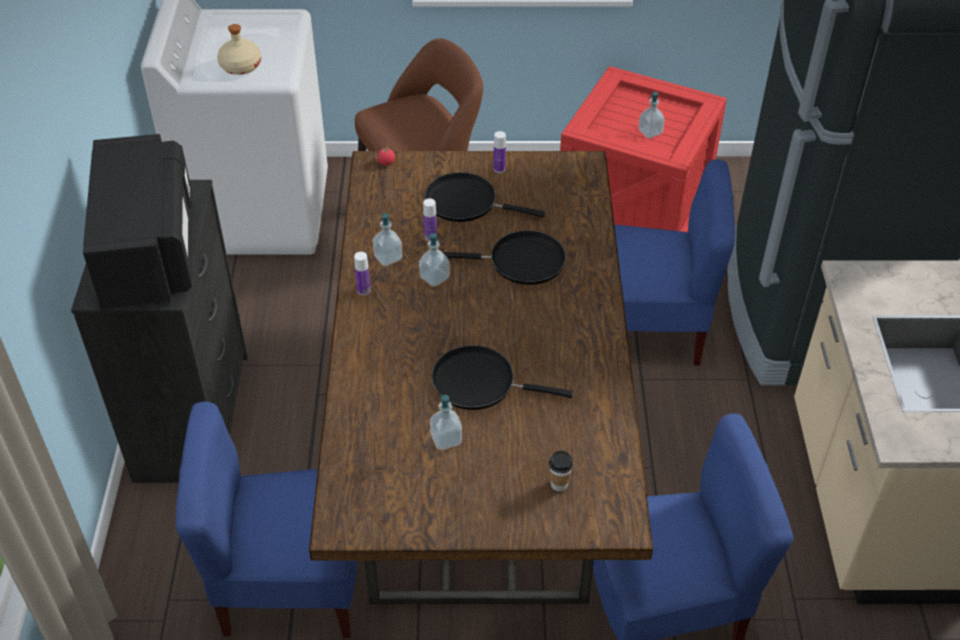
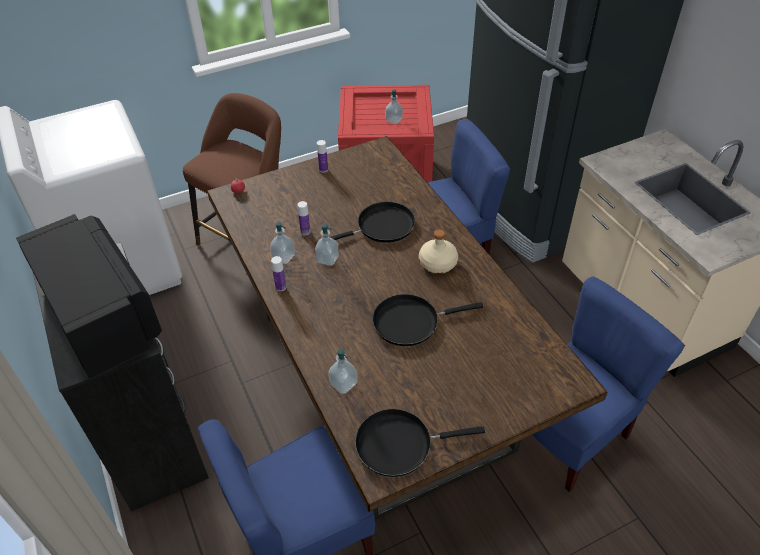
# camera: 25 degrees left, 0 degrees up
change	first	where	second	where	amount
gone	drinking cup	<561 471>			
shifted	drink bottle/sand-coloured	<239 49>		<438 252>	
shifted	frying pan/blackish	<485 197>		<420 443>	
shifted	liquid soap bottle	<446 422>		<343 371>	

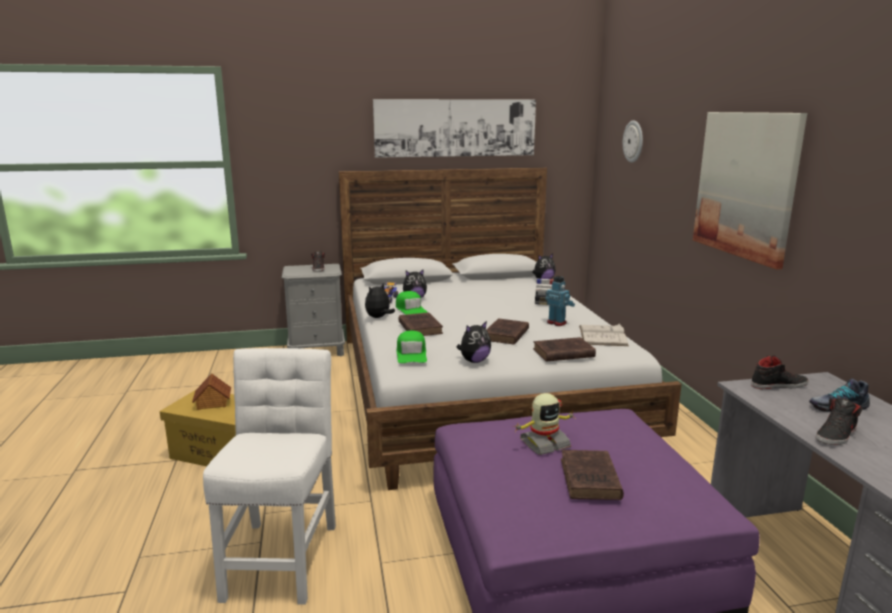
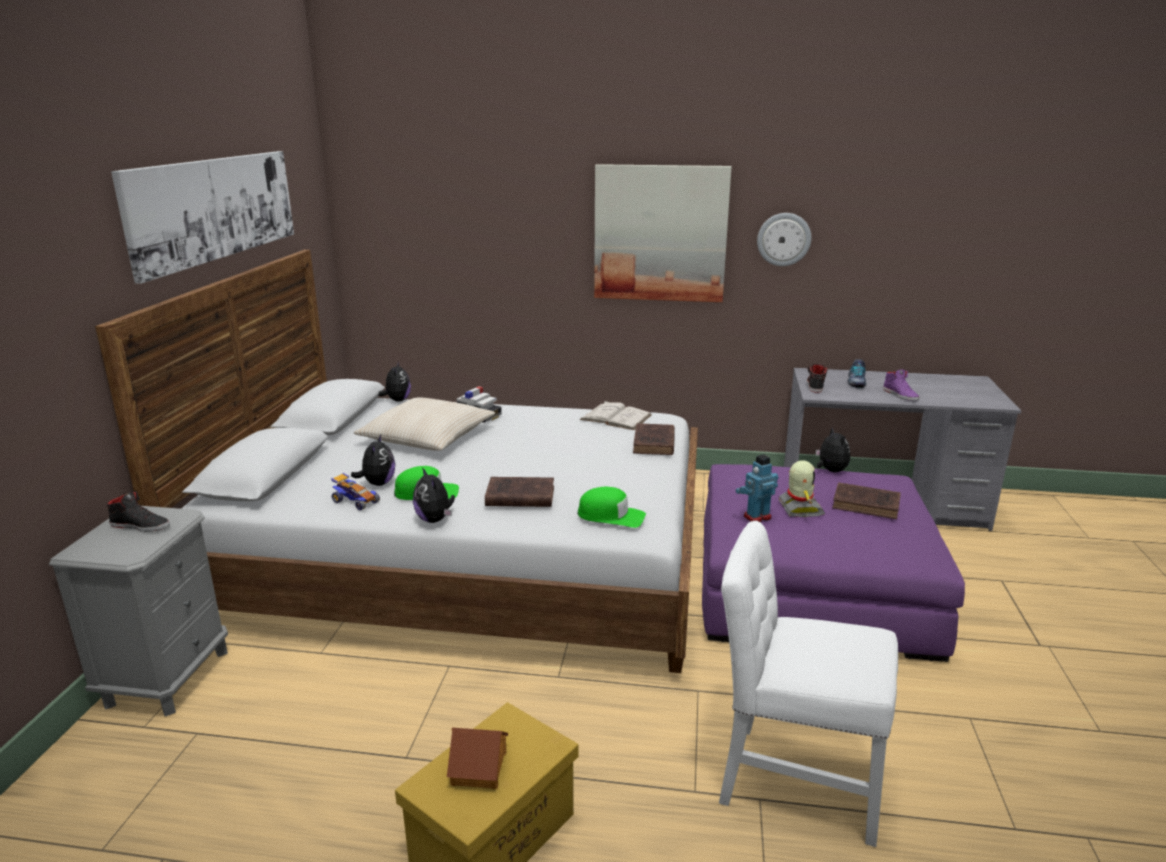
# camera: 70 degrees left, 5 degrees up
change	first	where	second	where	amount
gone	bound book/brown-coloured	<507 331>			
new			pillow/sand-coloured	<424 424>	
shifted	soft toy	<473 342>		<832 449>	
shifted	robot figure	<560 301>		<757 488>	
shifted	hanging clock	<633 141>		<784 239>	
repainted	item of footwear/blackish	<839 421>	item of footwear/purplish	<901 385>	

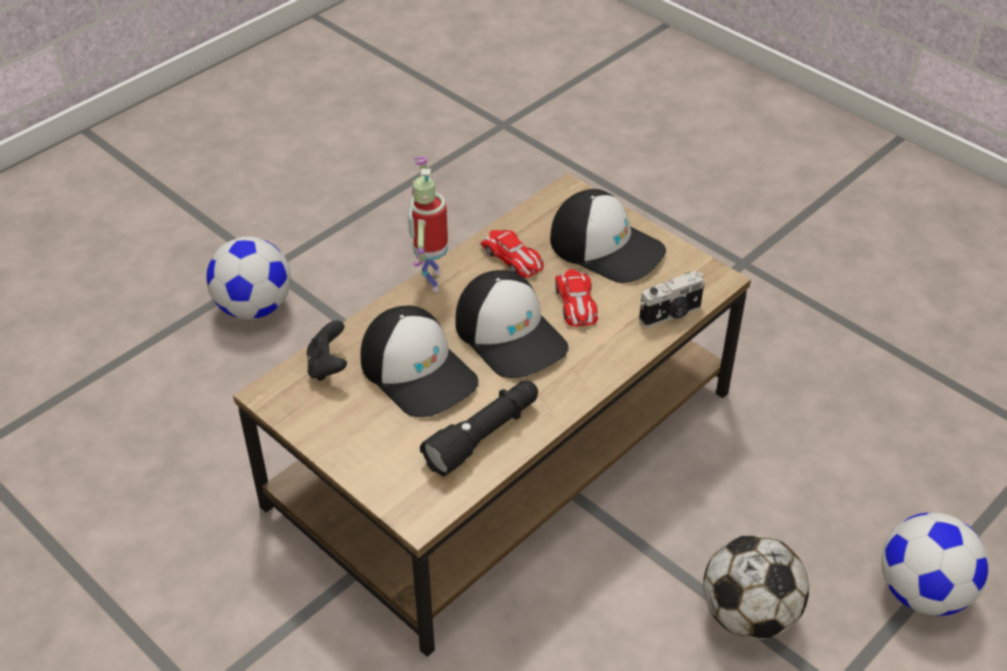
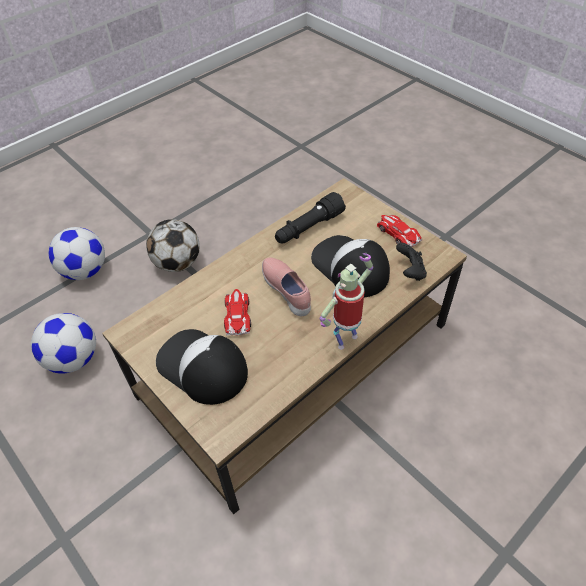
# camera: 175 degrees left, 5 degrees up
change	first	where	second	where	amount
gone	still camera	<672 299>			
shifted	ball for football	<248 278>		<63 343>	
shifted	model car	<512 253>		<399 230>	
swapped	baseball cap	<511 324>	item of footwear/pink	<286 286>	
rotated	robot figure	<428 224>		<346 301>	135 degrees counterclockwise

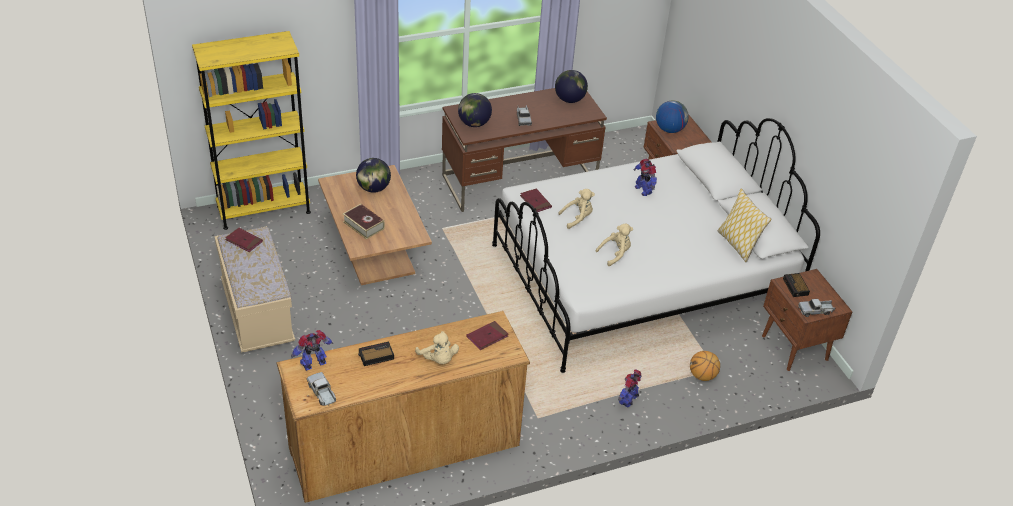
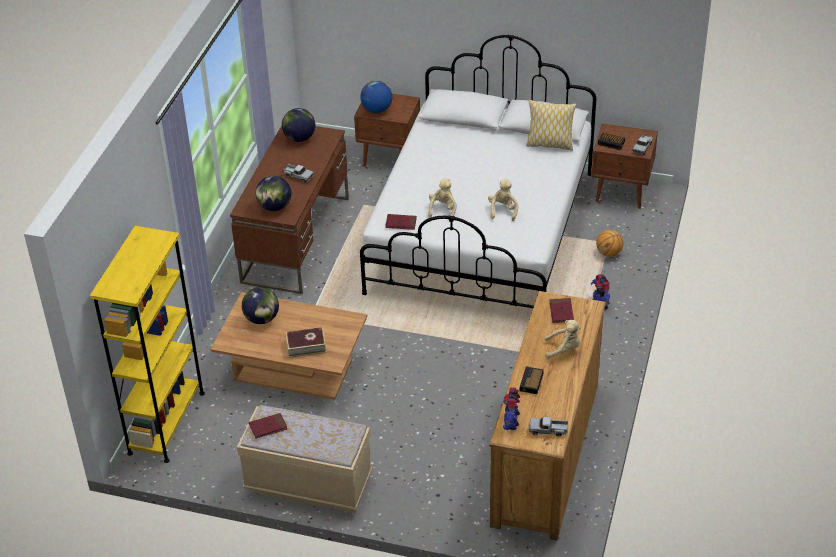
# camera: 50 degrees left, 0 degrees up
change	first	where	second	where	amount
gone	robot figure	<645 177>			

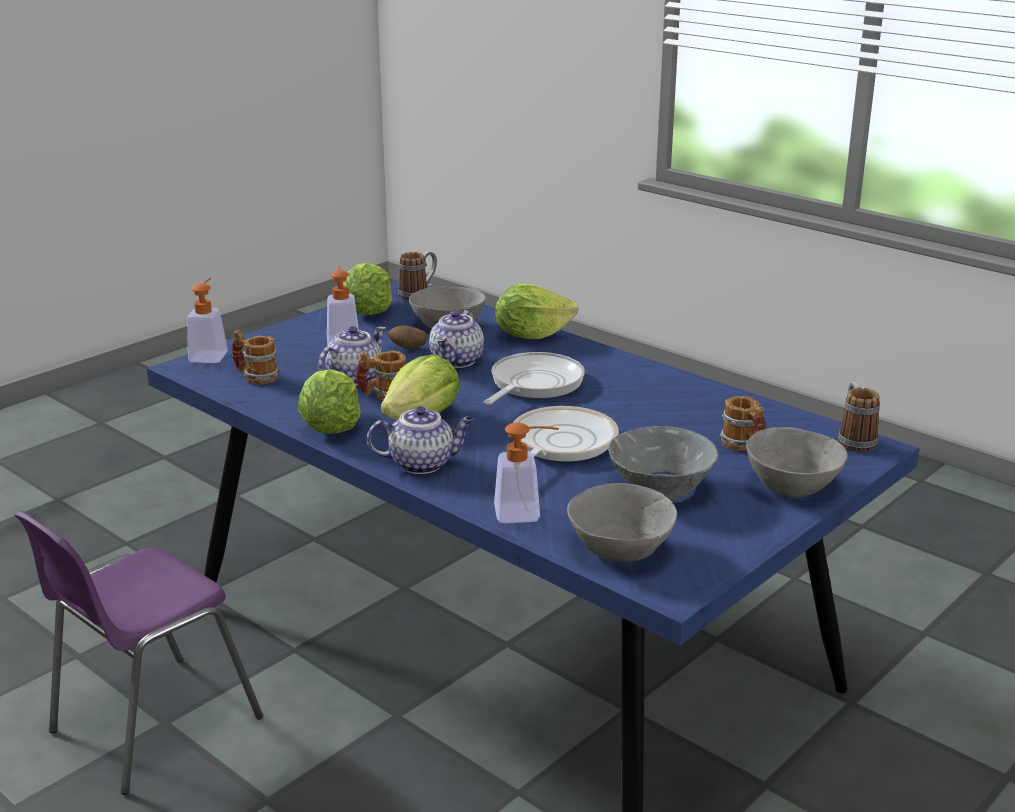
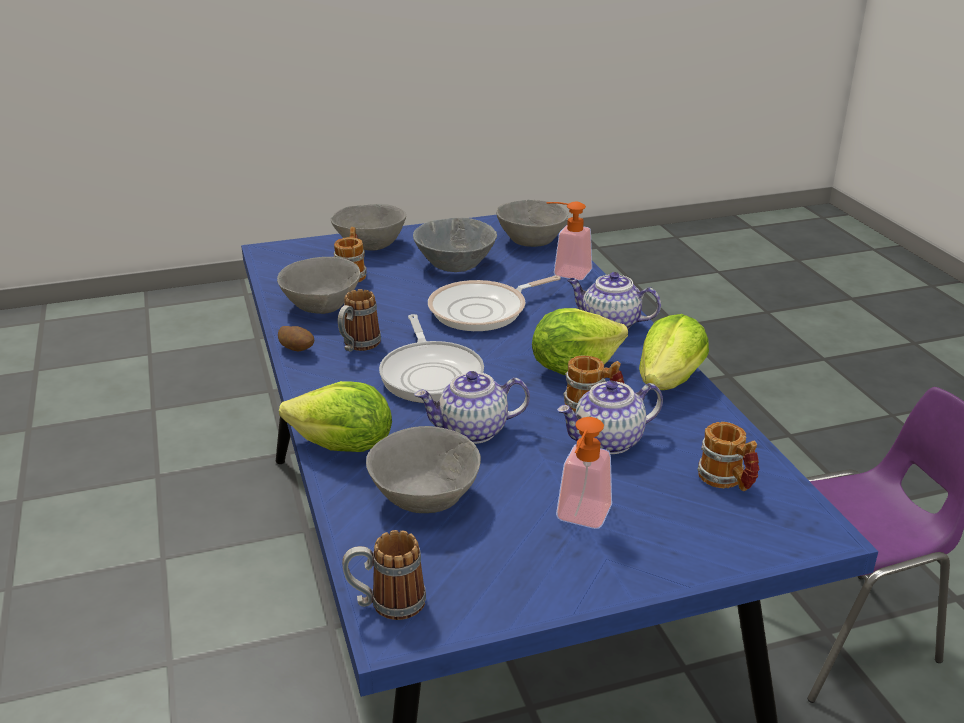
# camera: 150 degrees left, 5 degrees up
change	first	where	second	where	amount
gone	liquid soap bottle	<207 320>			
gone	lettuce	<368 289>			
new			serving bowl/grey	<318 285>	
shifted	whole potato	<408 337>		<296 339>	
shifted	coffee mug	<859 417>		<359 320>	
rotated	pot for tea	<456 338>		<472 407>	150 degrees counterclockwise
rotated	frying pan	<534 378>		<431 358>	75 degrees counterclockwise

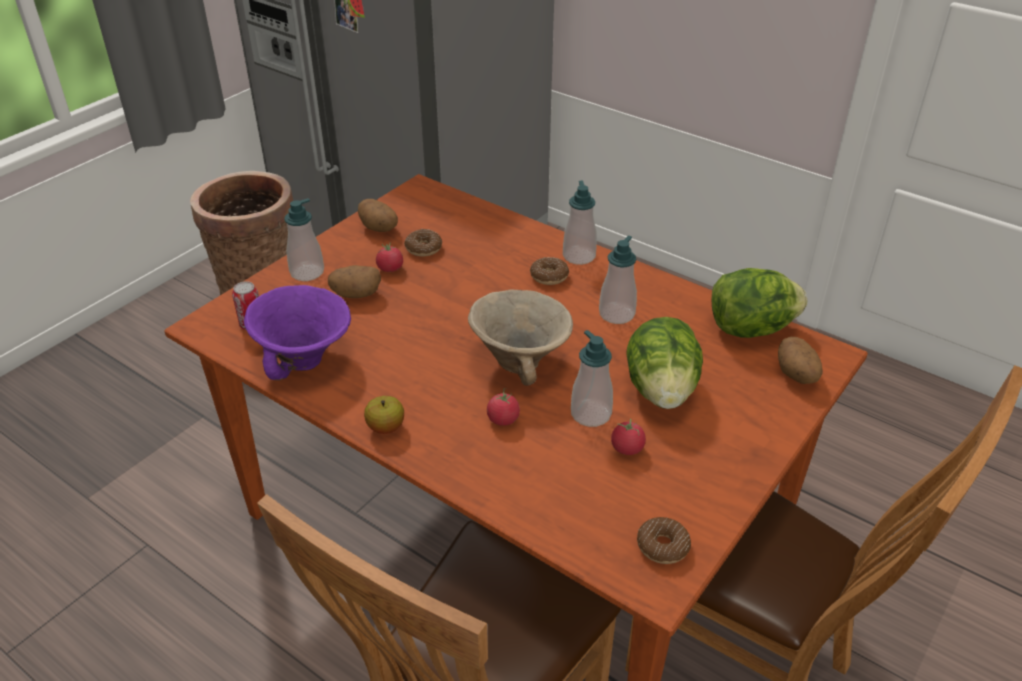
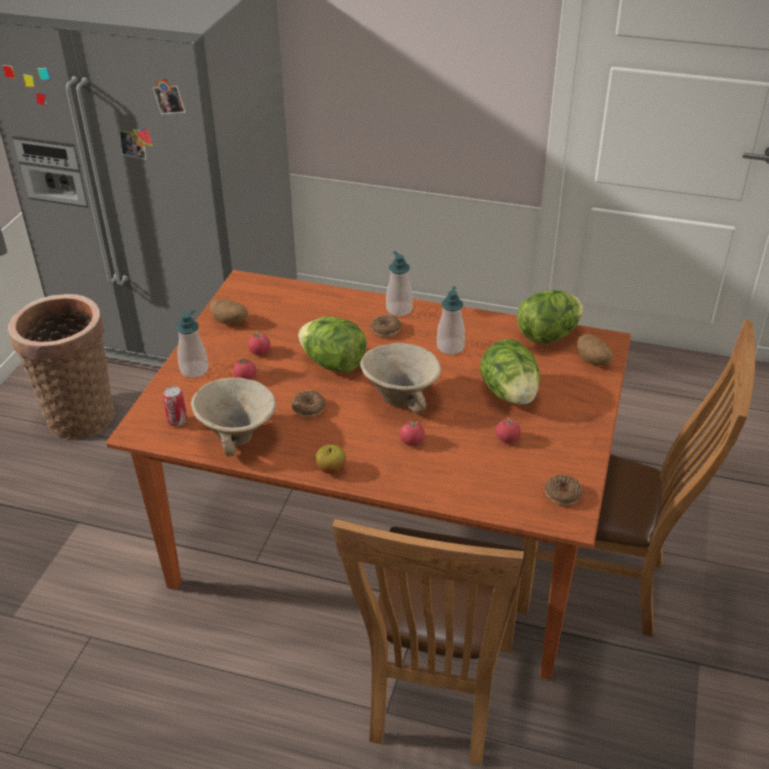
# camera: 20 degrees left, 0 degrees up
change	first	where	second	where	amount
gone	liquid soap bottle	<592 378>			
new			lettuce	<332 345>	
shifted	ring doughnut	<423 243>		<309 403>	
swapped	whole potato	<354 281>	tomato	<244 368>	
repainted	serving bowl/purplish	<297 333>	serving bowl/sand-coloured	<233 416>	

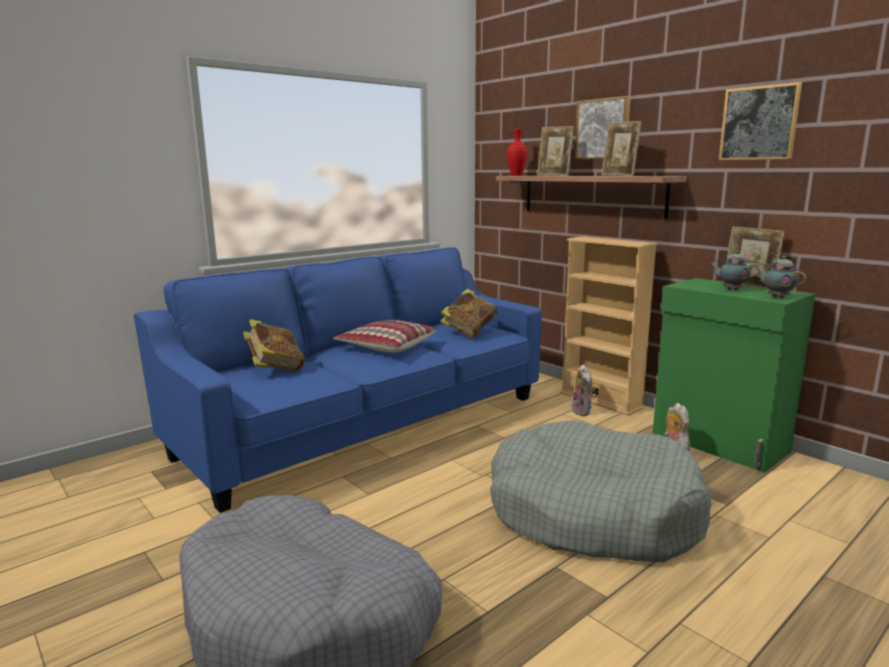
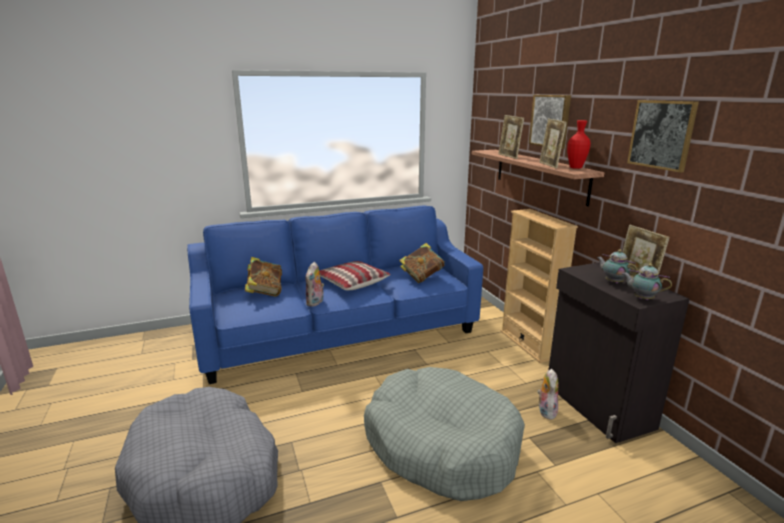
# camera: 20 degrees right, 5 degrees up
change	first	where	second	where	amount
shifted	decorative vase/red-coloured	<517 152>		<579 144>	
shifted	soft toy	<583 390>		<314 284>	
repainted	cabinet/green-coloured	<734 375>	cabinet/blackish	<619 352>	
rotated	pot for tea	<781 277>		<647 282>	45 degrees counterclockwise

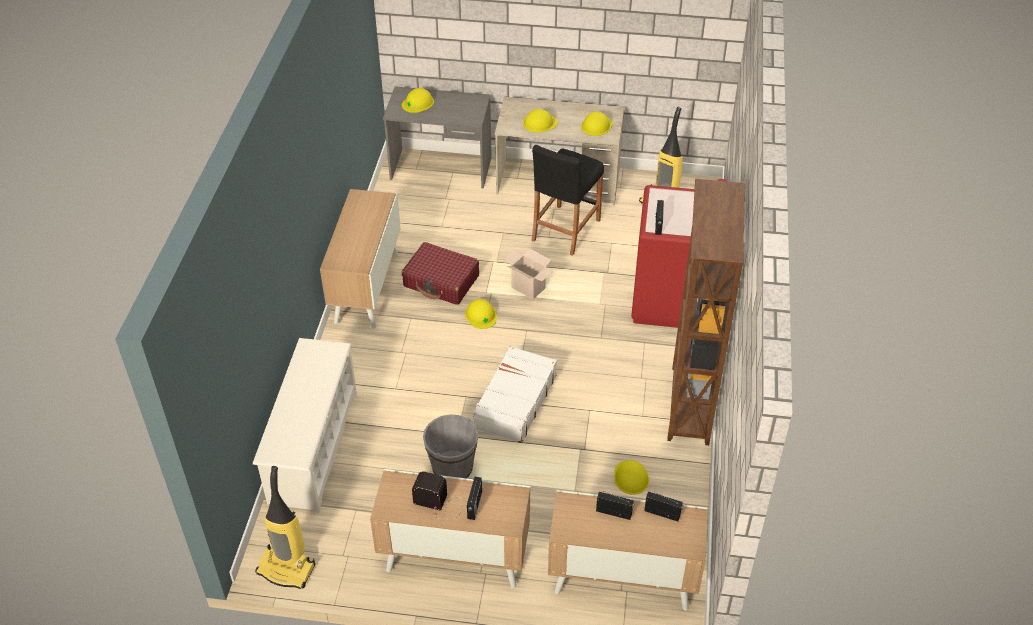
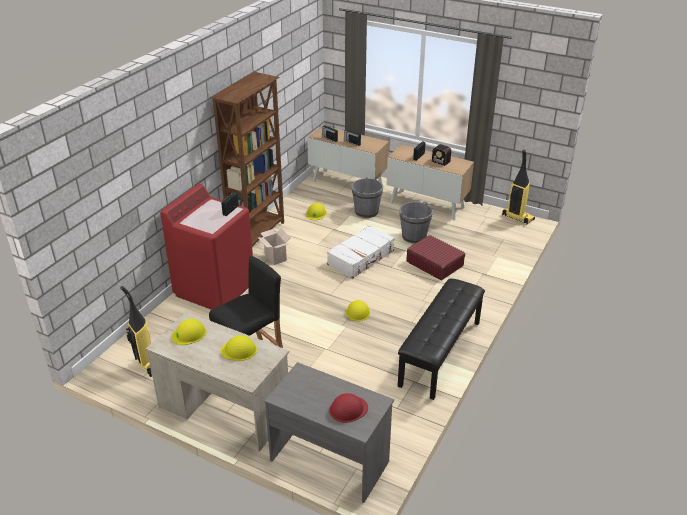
# camera: 160 degrees left, 10 degrees down
change	first	where	second	where	amount
gone	shoe shelf/white-coloured	<305 425>			
new			pail/grey	<367 197>	
shifted	travel case/red-coloured	<440 273>		<435 257>	
shifted	packing box	<529 273>		<273 247>	
swapped	cabinet	<360 258>	indoor bench/blackish	<441 339>	
repainted	safety helmet/yellowish	<418 100>	safety helmet/red-coloured	<348 408>	

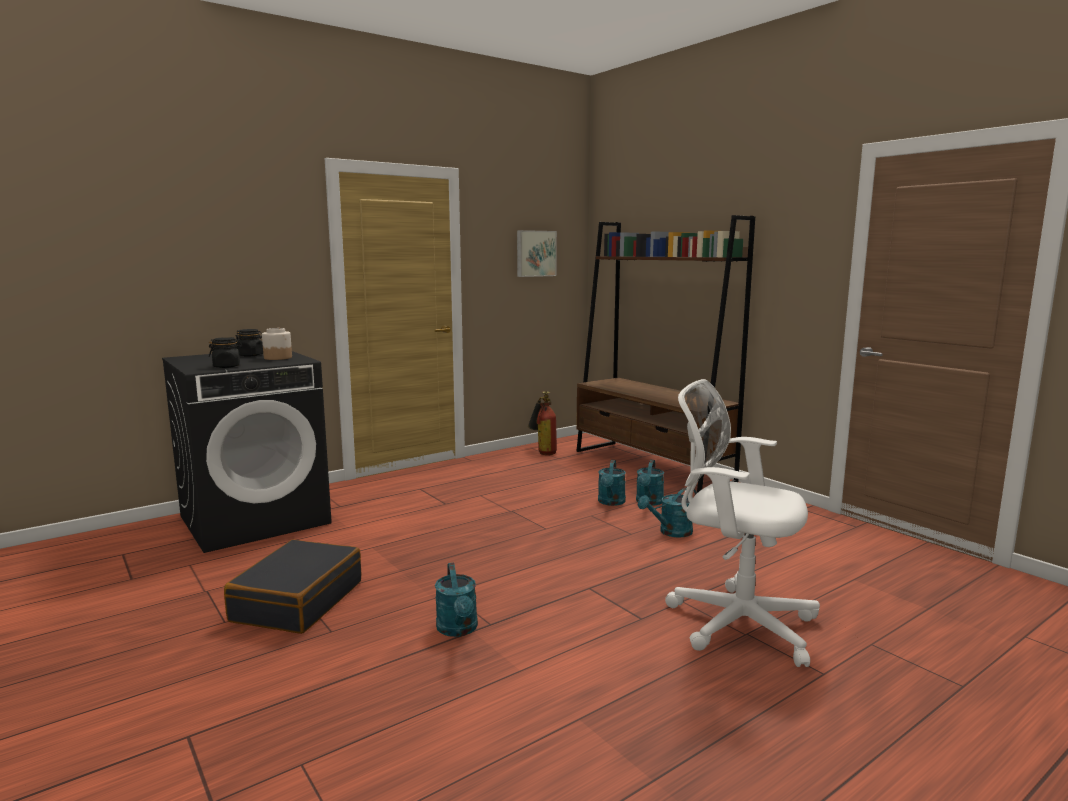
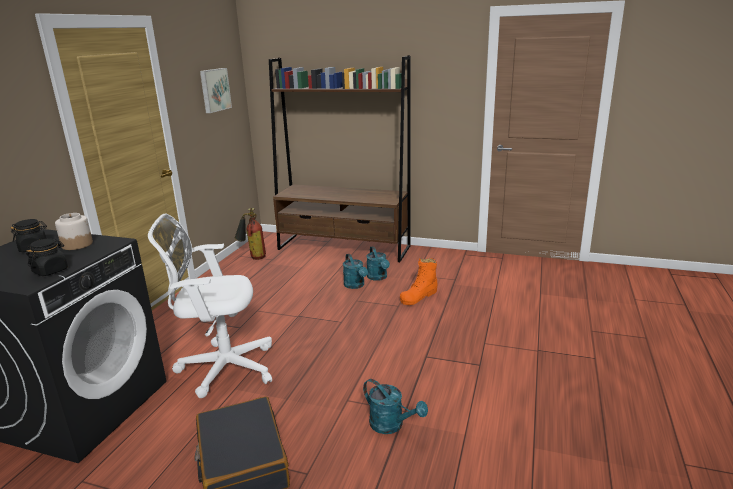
# camera: 35 degrees left, 10 degrees up
change	first	where	second	where	amount
shifted	office chair/white-coloured	<742 523>		<210 305>	
swapped	watering can/blue-green	<667 512>	high-top boot/orange-coloured	<419 281>	

